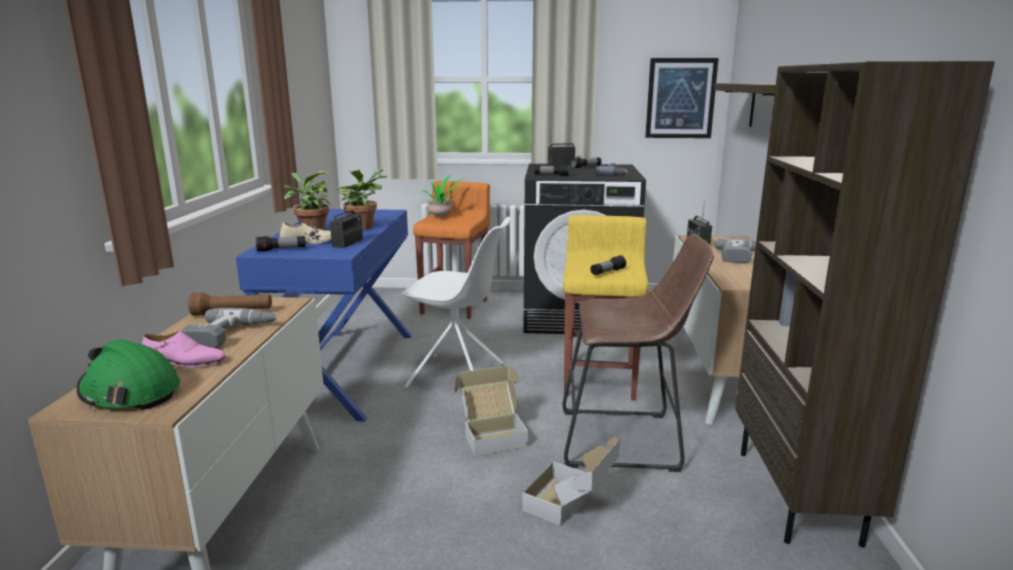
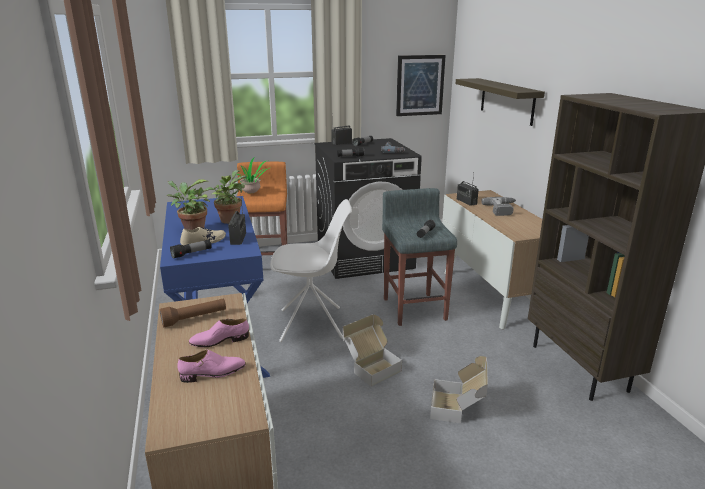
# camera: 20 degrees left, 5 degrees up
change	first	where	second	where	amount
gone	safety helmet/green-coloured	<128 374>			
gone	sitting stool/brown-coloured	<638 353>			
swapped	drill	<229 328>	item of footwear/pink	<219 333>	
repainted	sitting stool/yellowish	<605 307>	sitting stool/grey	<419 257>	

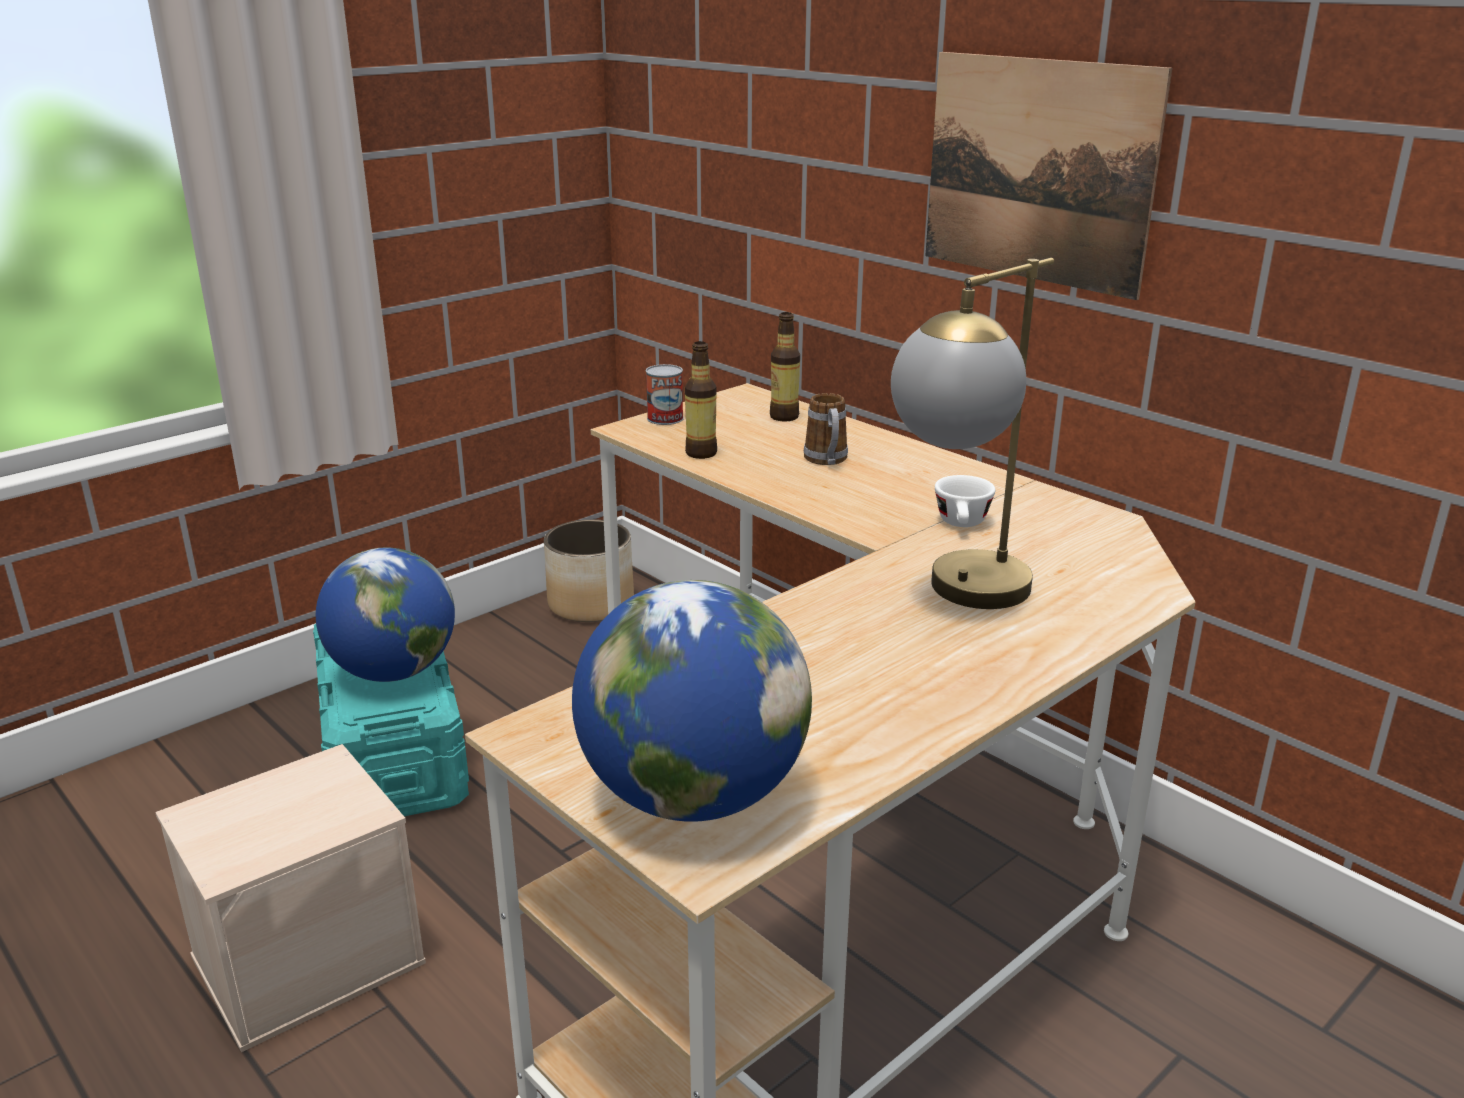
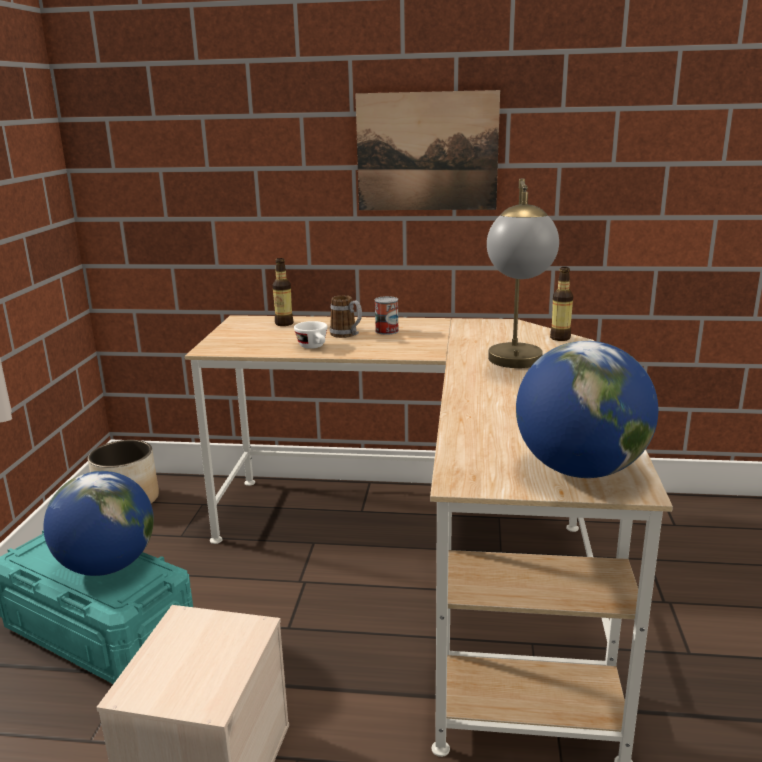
# camera: 40 degrees left, 5 degrees down
change	first	where	second	where	amount
shifted	sealed can	<665 394>		<386 315>	
shifted	drink bottle	<701 400>		<561 304>	
shifted	drinking cup/white-coloured	<965 501>		<311 335>	

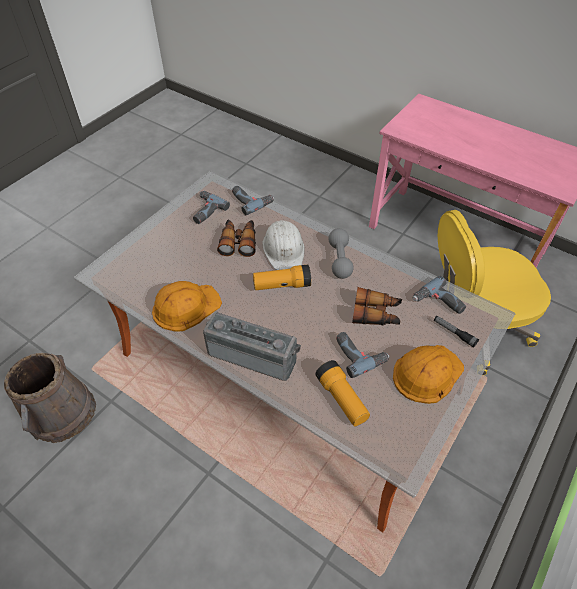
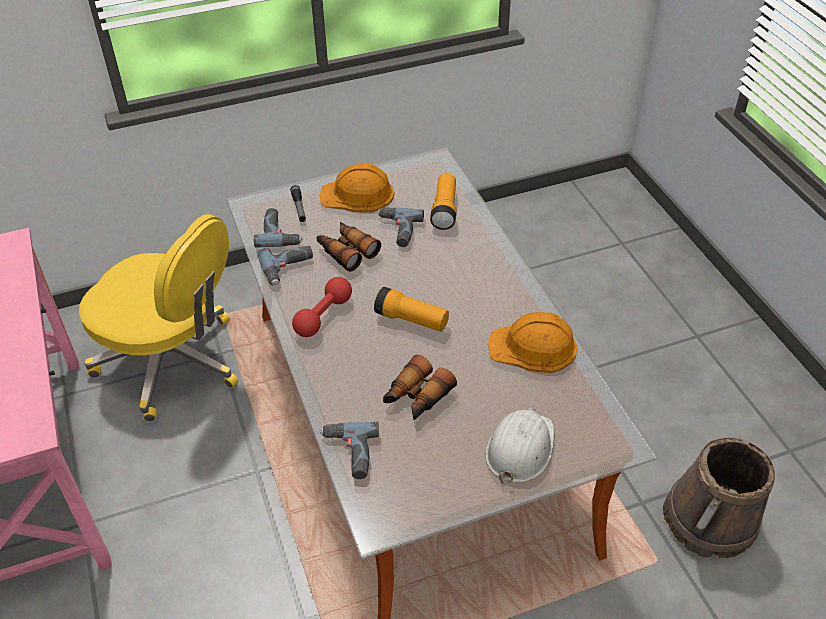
# camera: 145 degrees left, 5 degrees down
change	first	where	second	where	amount
gone	radio	<252 346>			
shifted	drill	<211 207>		<285 266>	
shifted	safety helmet/white-coloured	<283 245>		<519 446>	
repainted	free weight/grey	<341 253>	free weight/red-coloured	<322 307>	

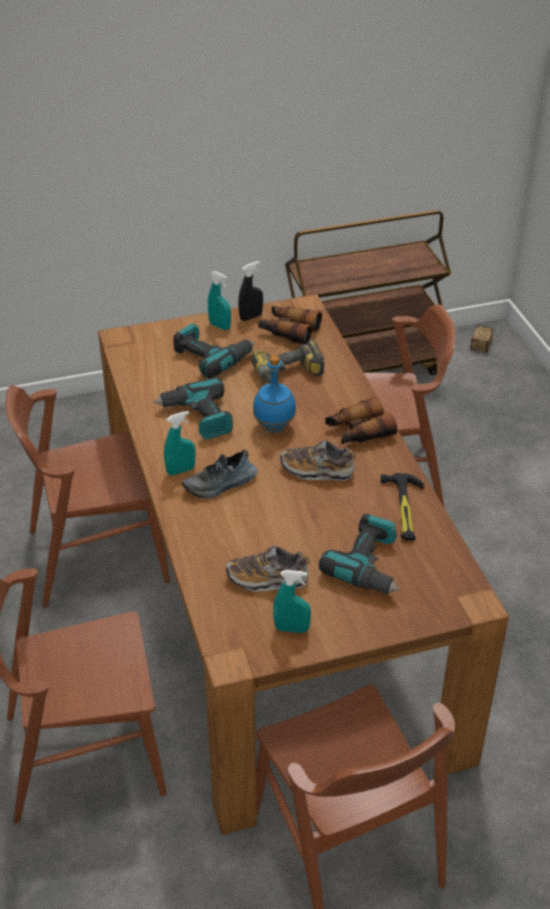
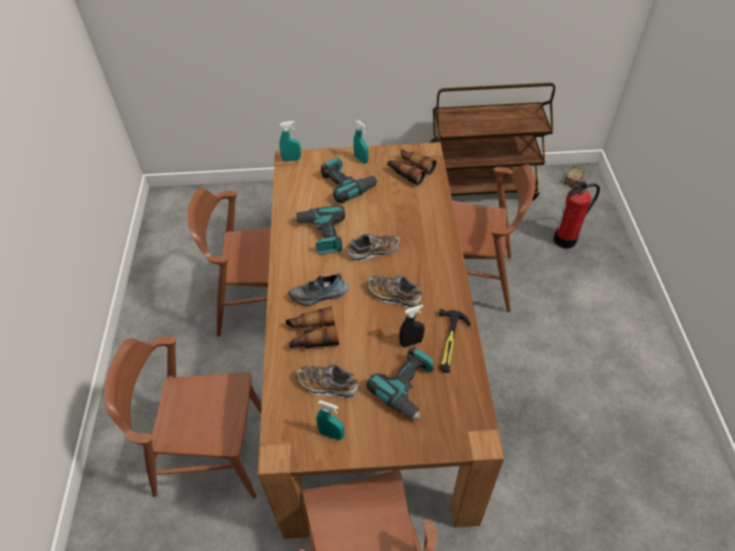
# camera: 15 degrees right, 10 degrees up
change	first	where	second	where	amount
gone	drill	<288 361>			
new			fire-fighting cylinder	<577 215>	
shifted	spray bottle/blue-green	<179 443>		<290 141>	
shifted	spray bottle/blackish	<250 291>		<412 326>	
shifted	pair of binoculars	<361 420>		<312 327>	
swapped	drink bottle/bluish	<274 393>	item of footwear	<373 247>	

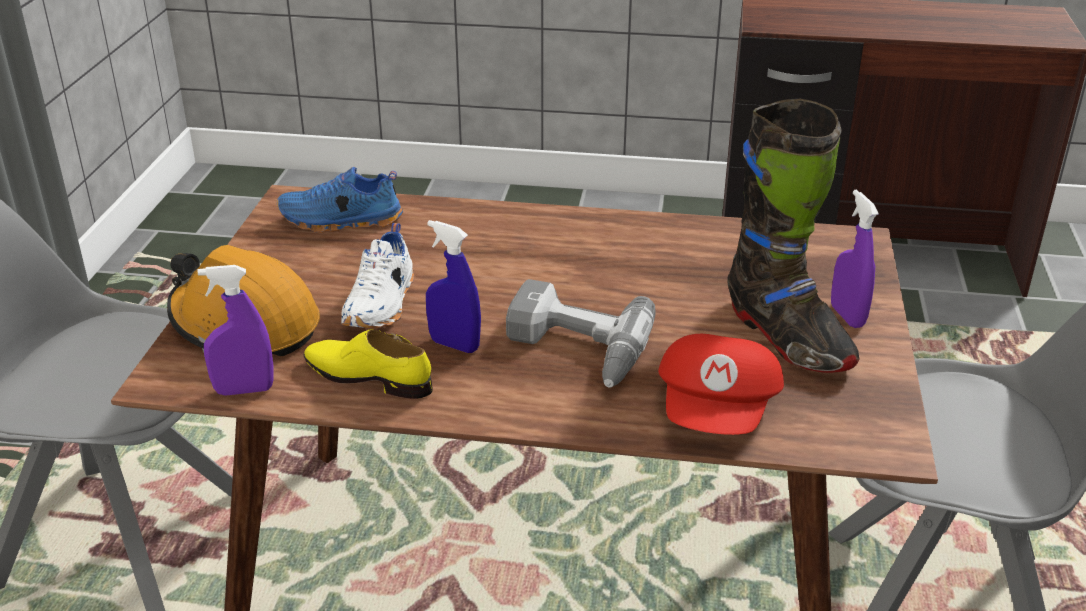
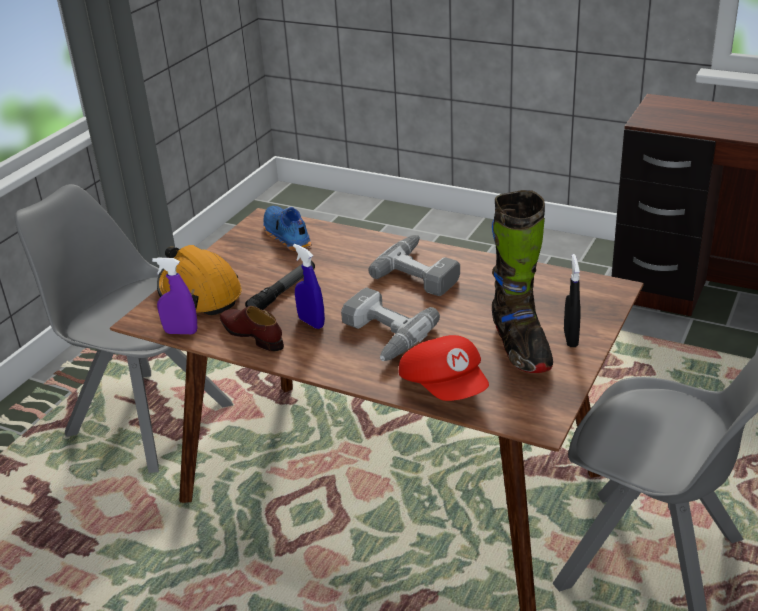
# camera: 20 degrees right, 0 degrees up
change	first	where	second	where	amount
new			drill	<414 265>	
swapped	item of footwear/white-coloured	<377 275>	flashlight	<280 285>	
repainted	item of footwear/yellowish	<368 364>	item of footwear/brown-coloured	<252 328>	
repainted	spray bottle/purplish	<855 259>	spray bottle/blackish	<572 300>	
rotated	item of footwear/bluish	<340 200>		<287 228>	45 degrees clockwise
rotated	baseball cap/red-coloured	<721 384>		<444 368>	60 degrees counterclockwise

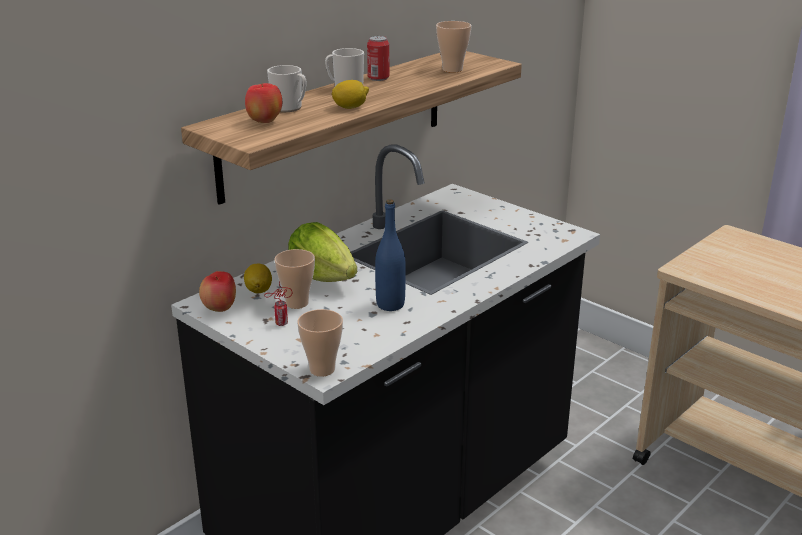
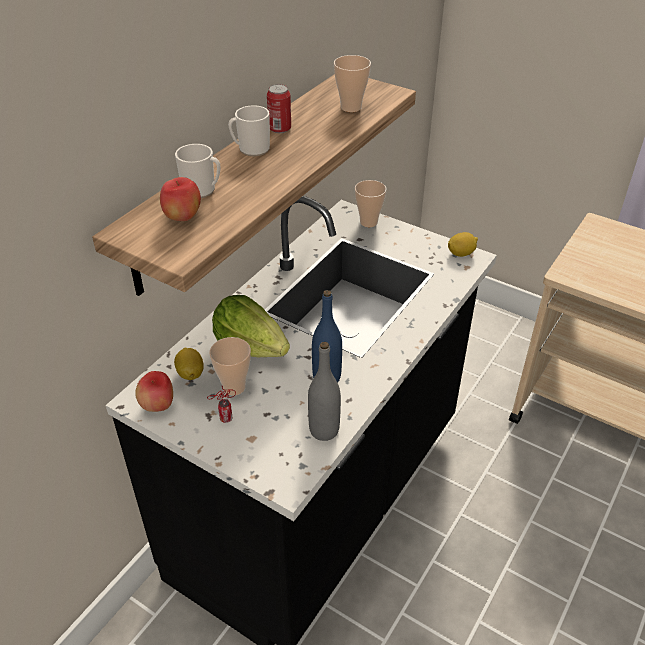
# camera: 10 degrees left, 15 degrees up
change	first	where	second	where	amount
new			drink bottle/grey	<324 391>	
shifted	drinking cup	<320 343>		<370 203>	
shifted	citrus fruit	<350 94>		<463 244>	

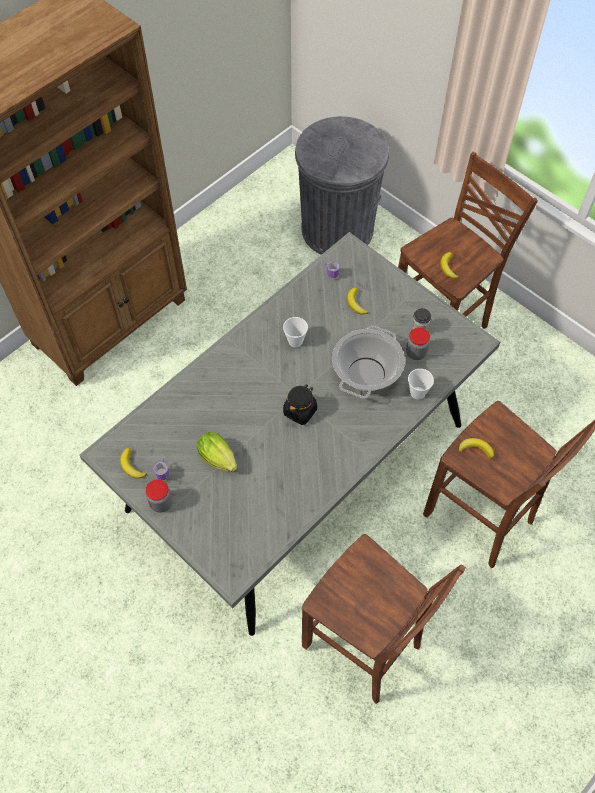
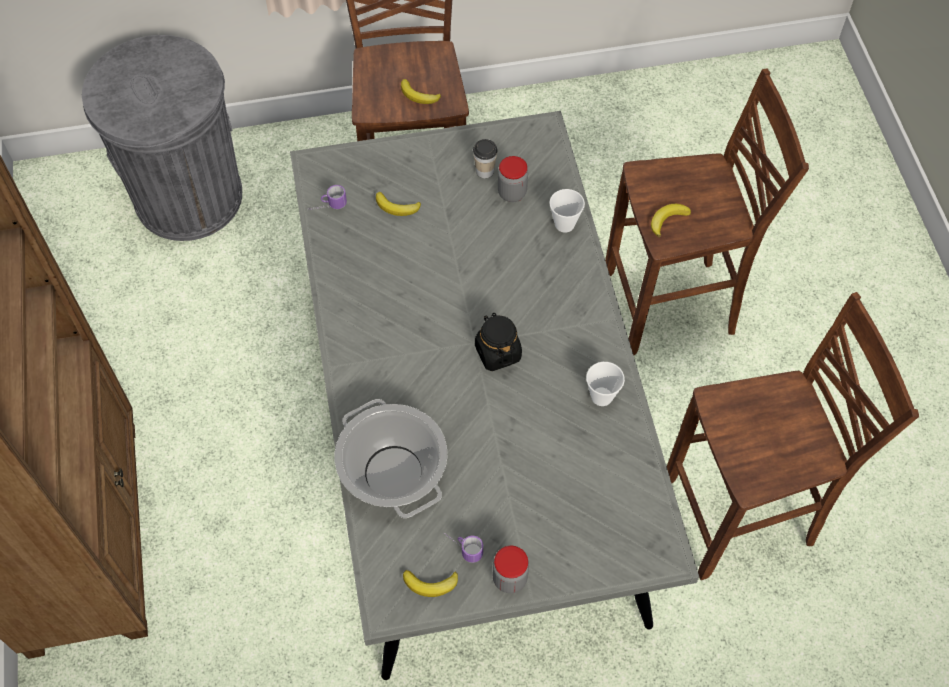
# camera: 55 degrees left, 0 degrees up
change	first	where	second	where	amount
gone	lettuce	<217 452>			
shifted	drinking cup	<295 332>		<605 384>	
shifted	stockpot	<368 362>		<391 458>	

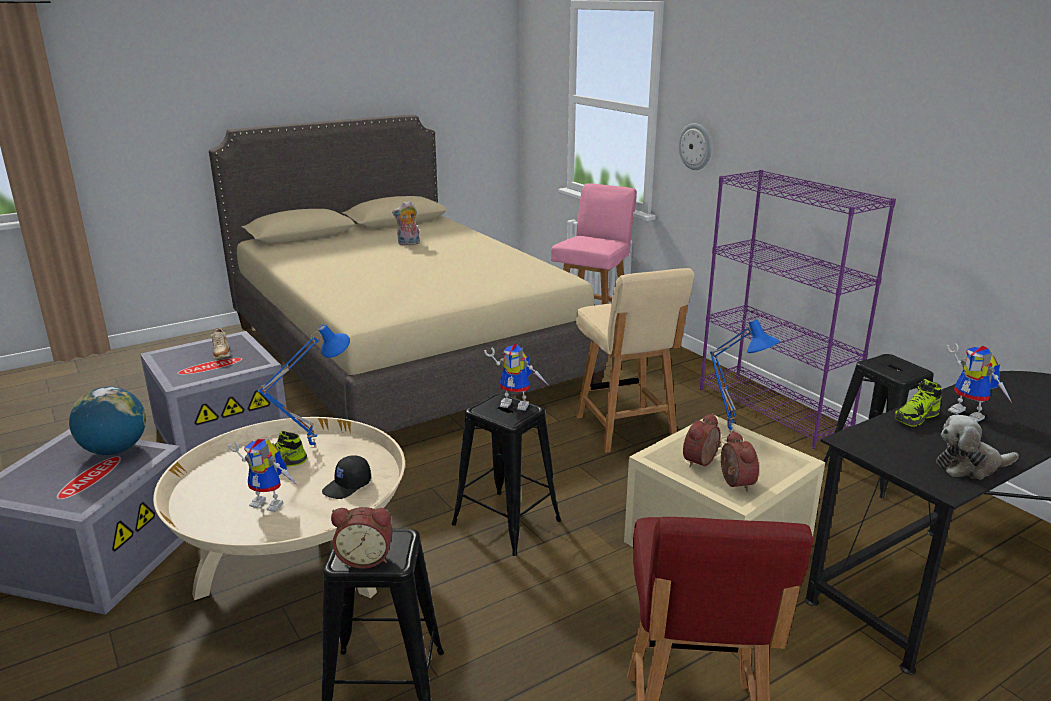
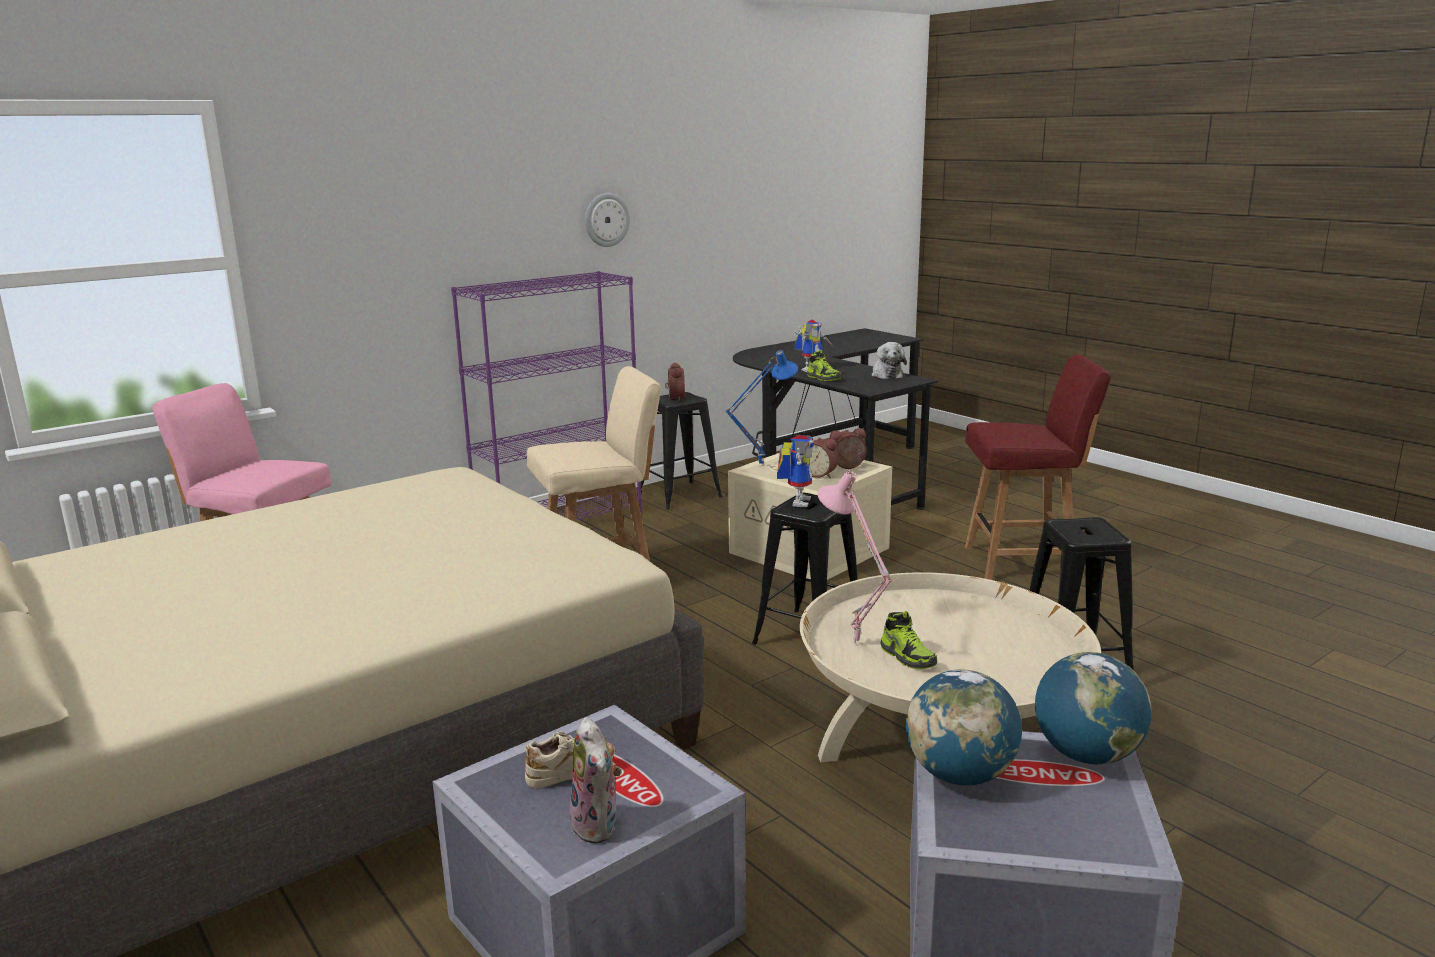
# camera: 95 degrees left, 5 degrees down
change	first	where	second	where	amount
gone	robot figure	<263 475>			
gone	baseball cap/blackish	<346 477>			
new			world globe	<1093 708>	
shifted	bedside clock	<362 538>		<675 382>	
shifted	soft toy	<406 223>		<595 780>	
shifted	hanging clock	<694 146>		<607 220>	
repainted	table lamp/bluish	<304 386>	table lamp/pink	<854 558>	

